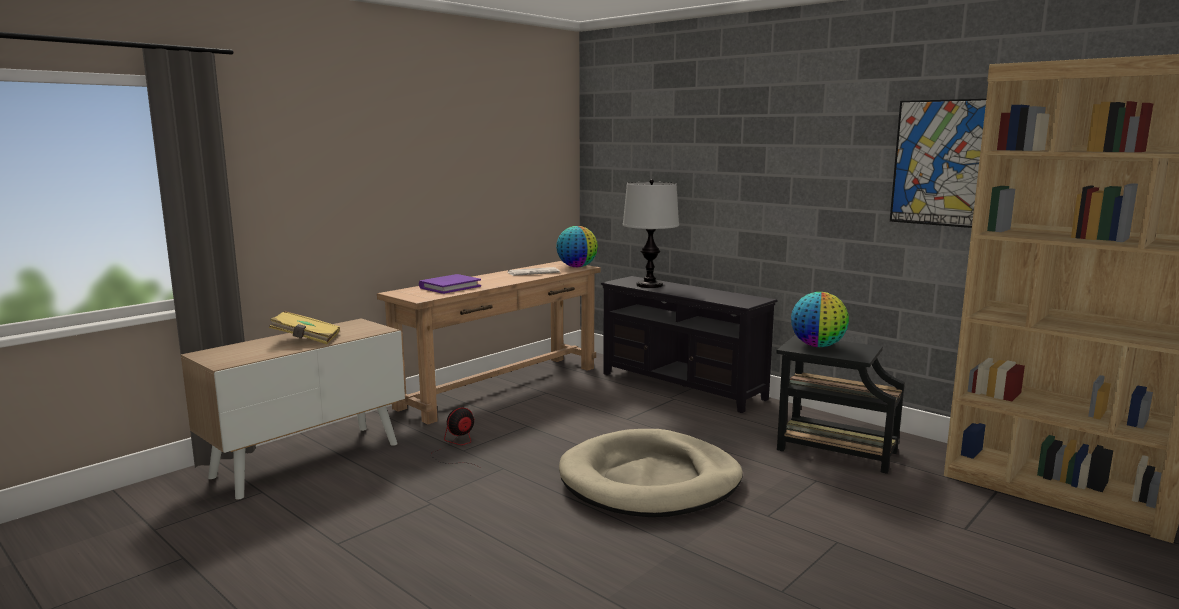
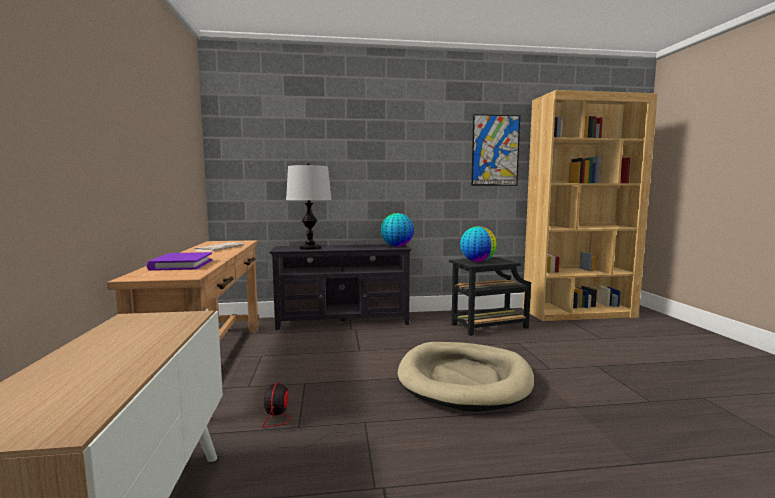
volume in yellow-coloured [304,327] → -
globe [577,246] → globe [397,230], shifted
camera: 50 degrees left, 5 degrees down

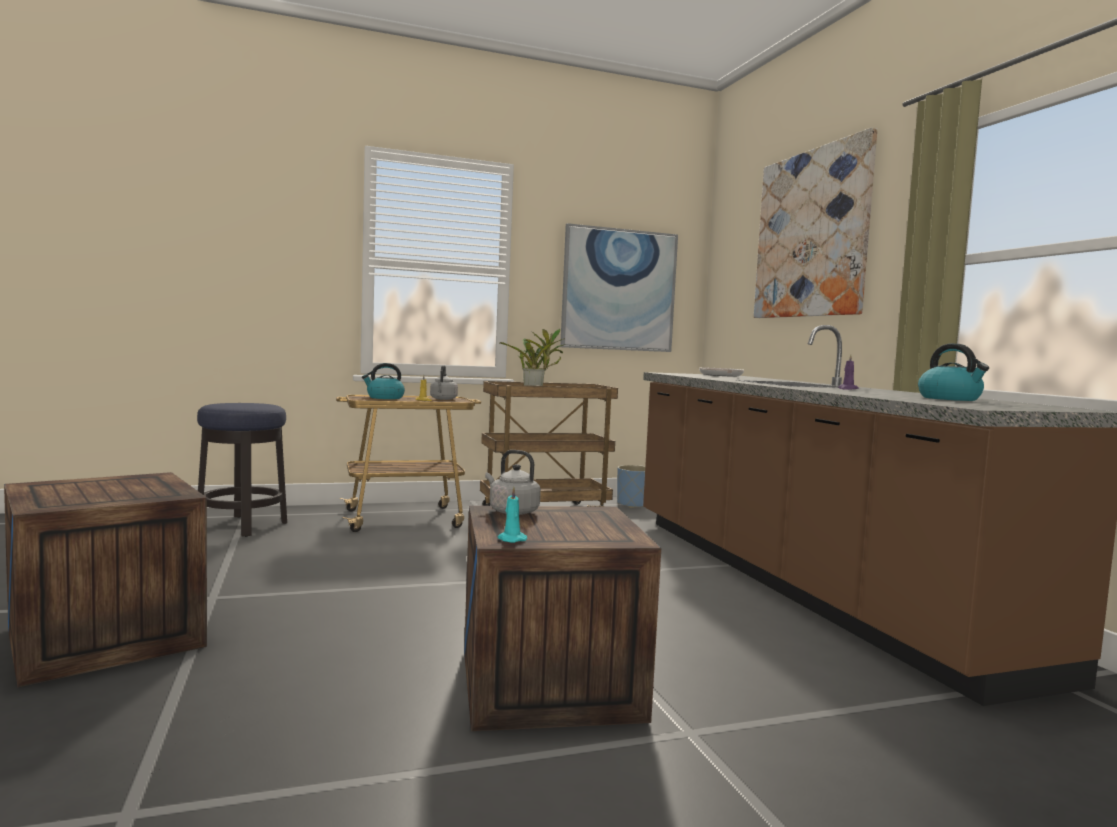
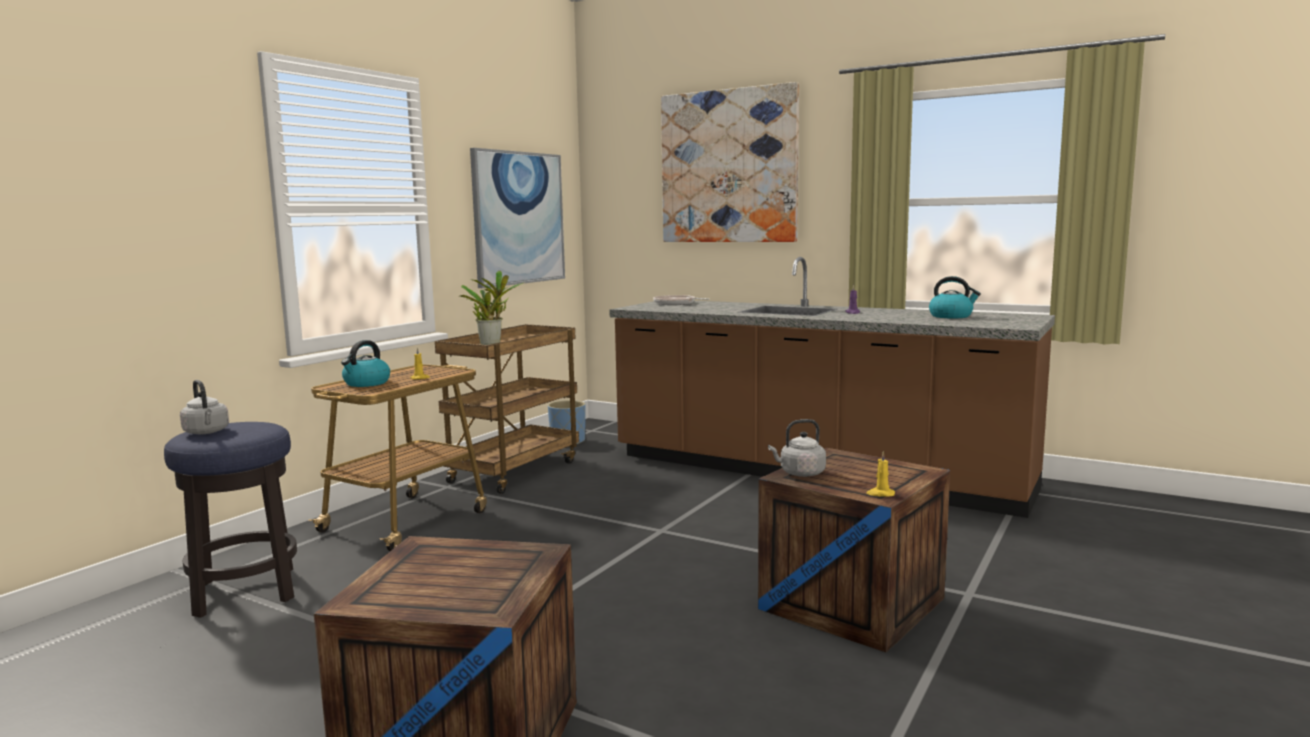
kettle in greyish [444,382] → kettle in greyish [204,407], shifted
wax light in turquoise-coloured [512,515] → wax light in yellow-coloured [881,474]
camera: 40 degrees left, 5 degrees up

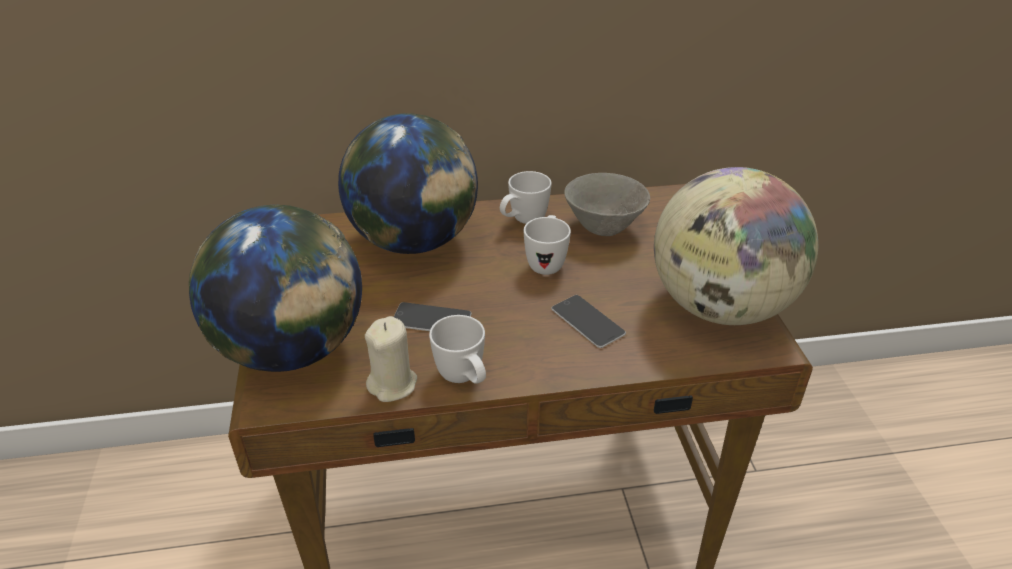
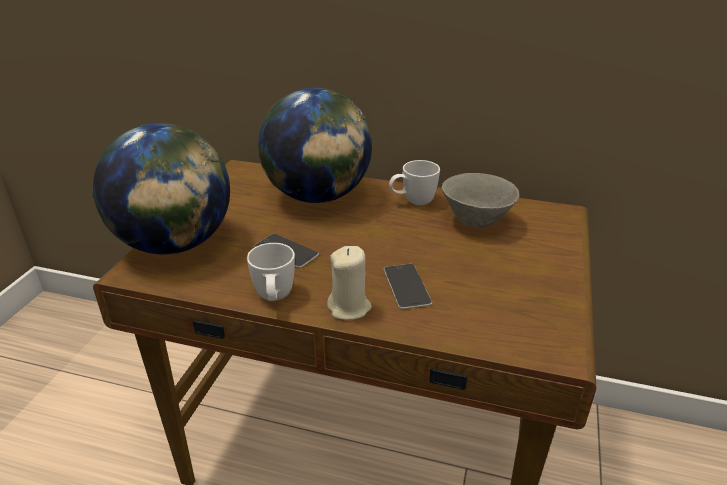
wax light in beige-coloured [391,359] → wax light in beige-coloured [349,283], shifted
tea mug in whitish [547,245] → -
globe [736,246] → -
camera: 25 degrees right, 5 degrees down

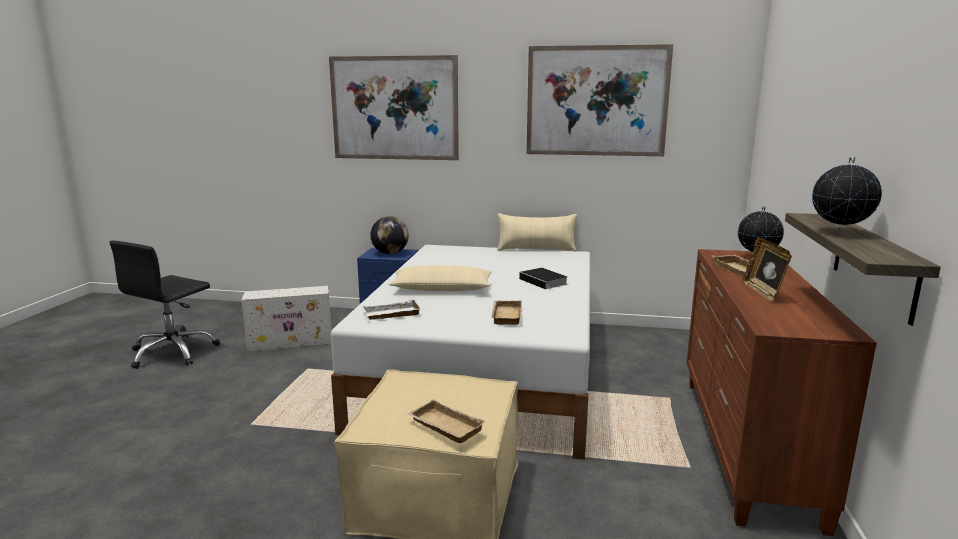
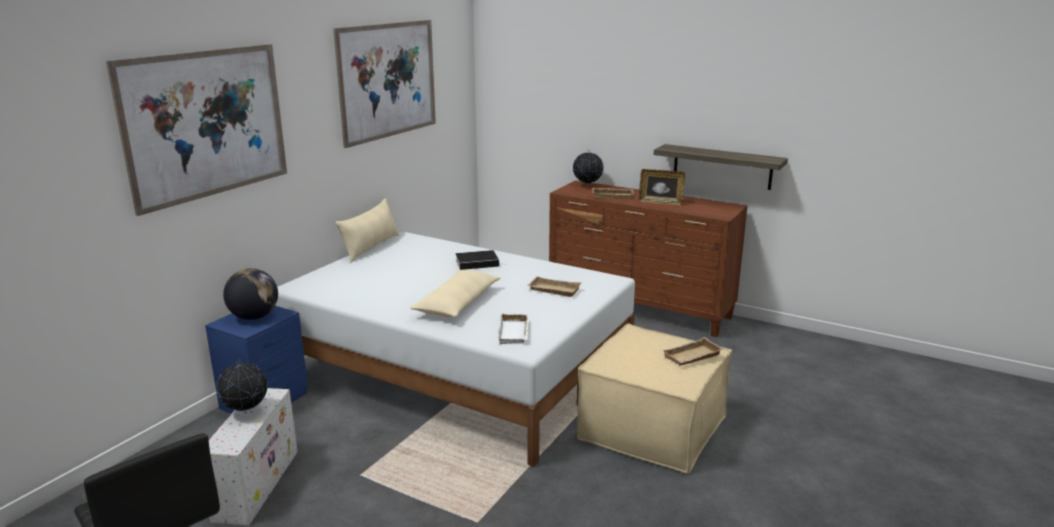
globe [847,195] → globe [242,386], shifted
camera: 70 degrees left, 5 degrees up

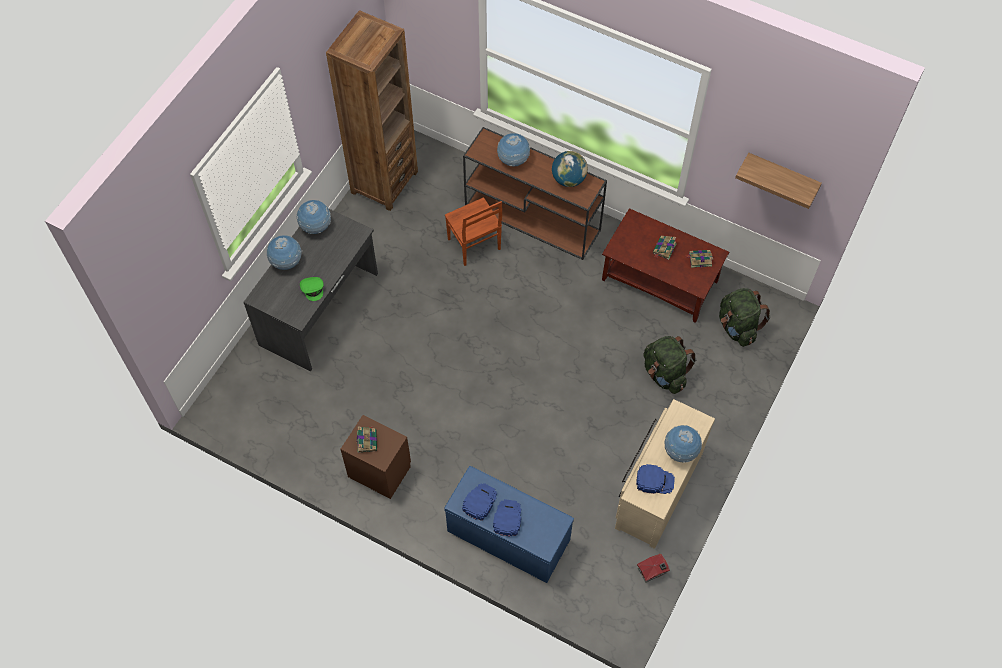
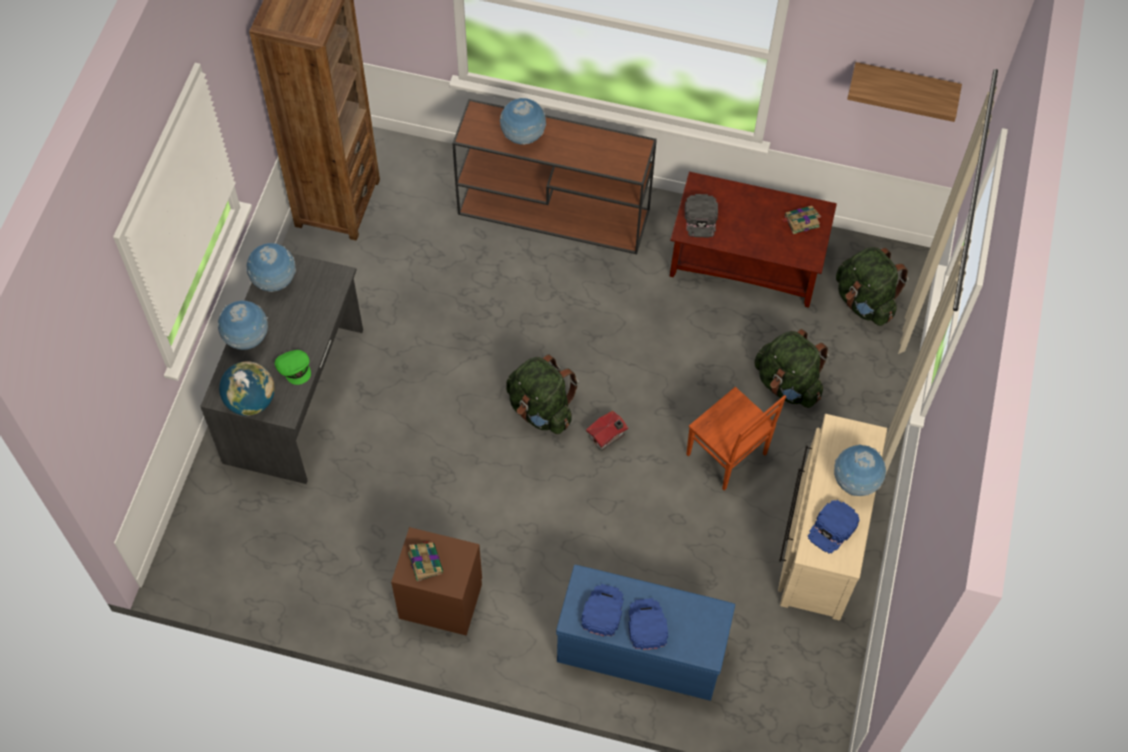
plain chair in brownish [473,231] → plain chair in brownish [736,439], shifted
globe [570,169] → globe [247,388], shifted
cap in blue-coloured [655,479] → cap in blue-coloured [834,527], 135 degrees clockwise
toy house [653,568] → toy house [607,431], shifted
volume [665,248] → -
- → rucksack in greenish [542,394]
- → cap in black-coloured [701,216]
camera: 15 degrees left, 0 degrees up

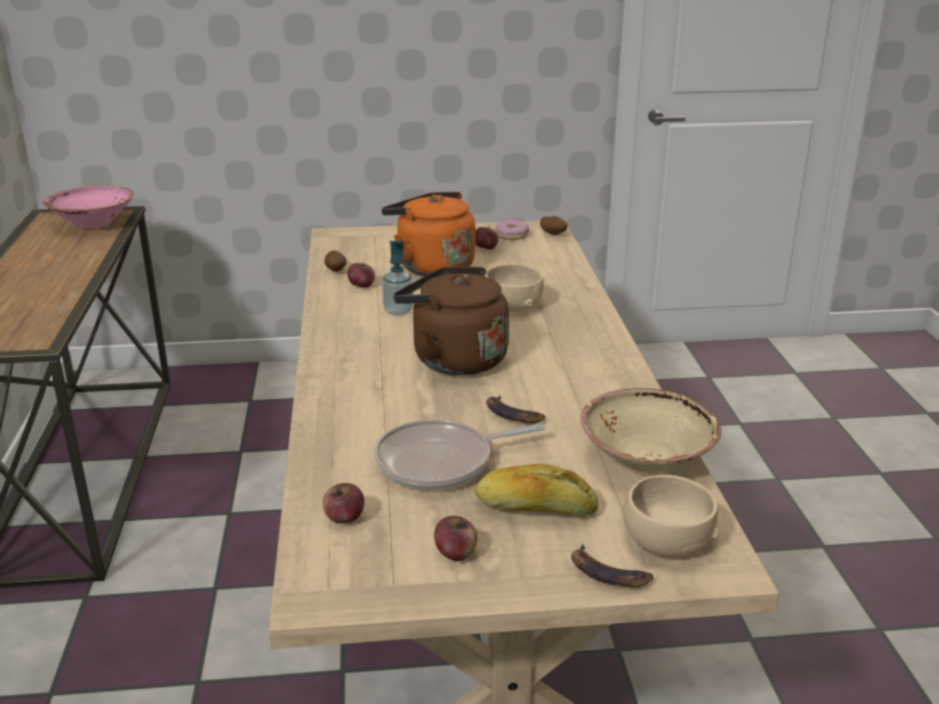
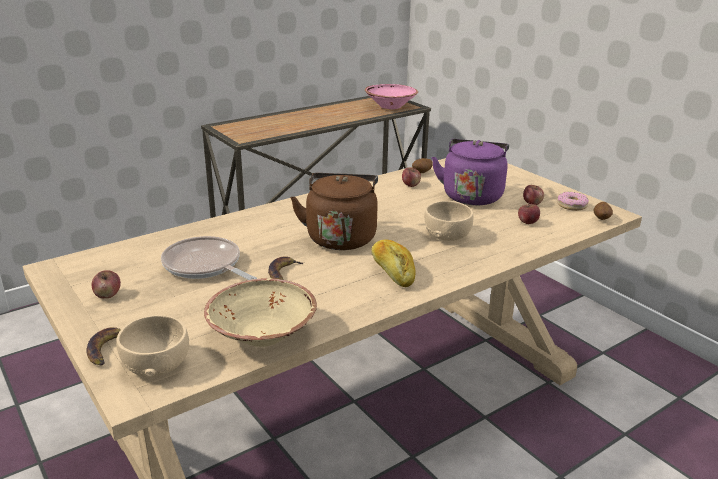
whole apple [343,503] → whole apple [529,213], shifted
kettle in orangey [428,234] → kettle in purple-coloured [470,172]
liquid soap bottle [397,278] → -
baked bread [536,490] → baked bread [393,263], shifted
camera: 60 degrees right, 0 degrees up

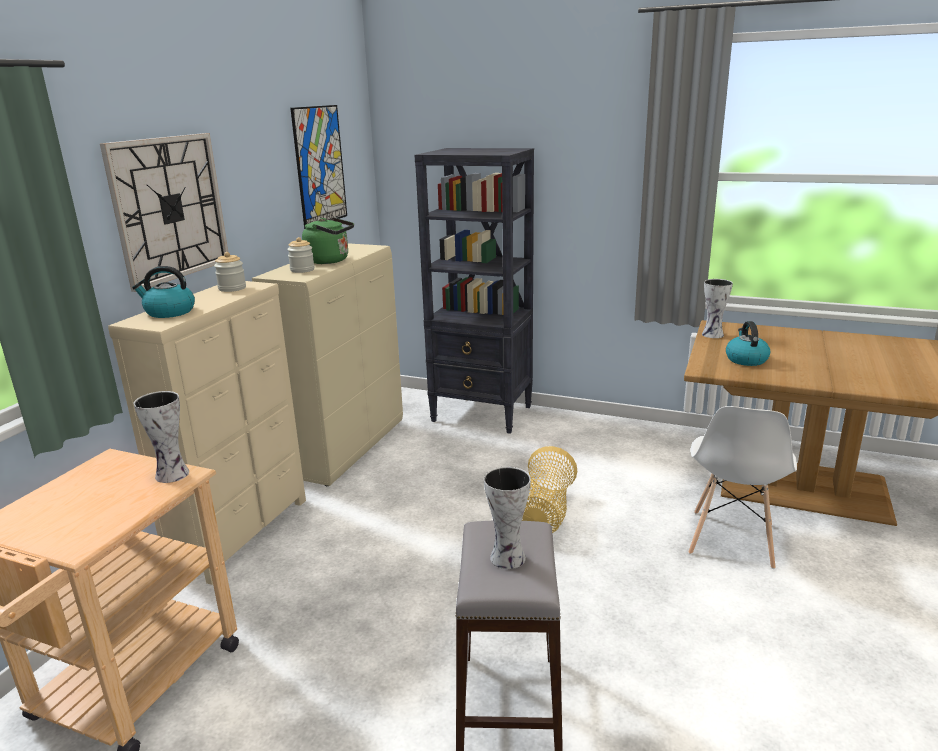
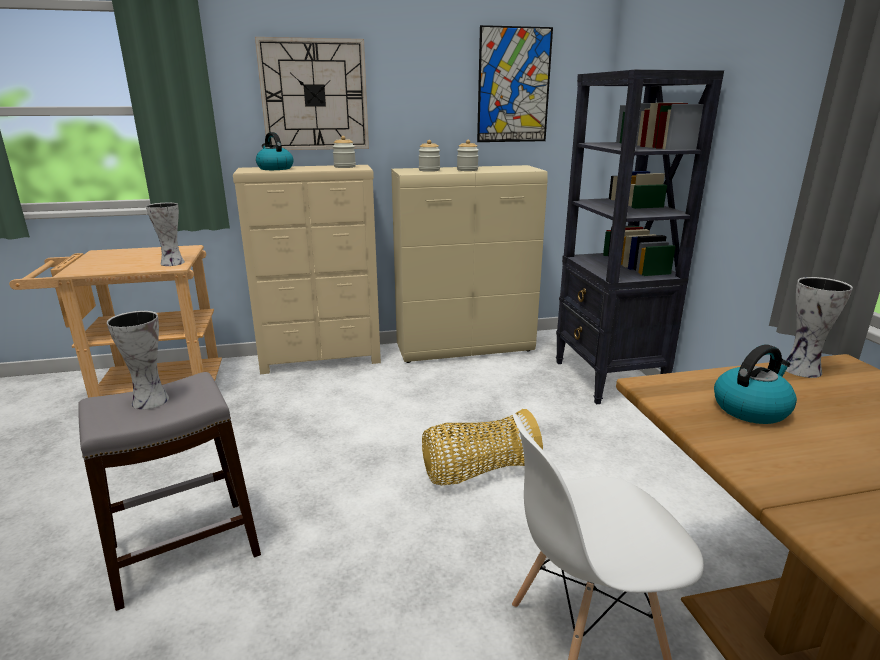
kettle in greenish [328,240] → preserve jar [468,155]
camera: 55 degrees right, 0 degrees up

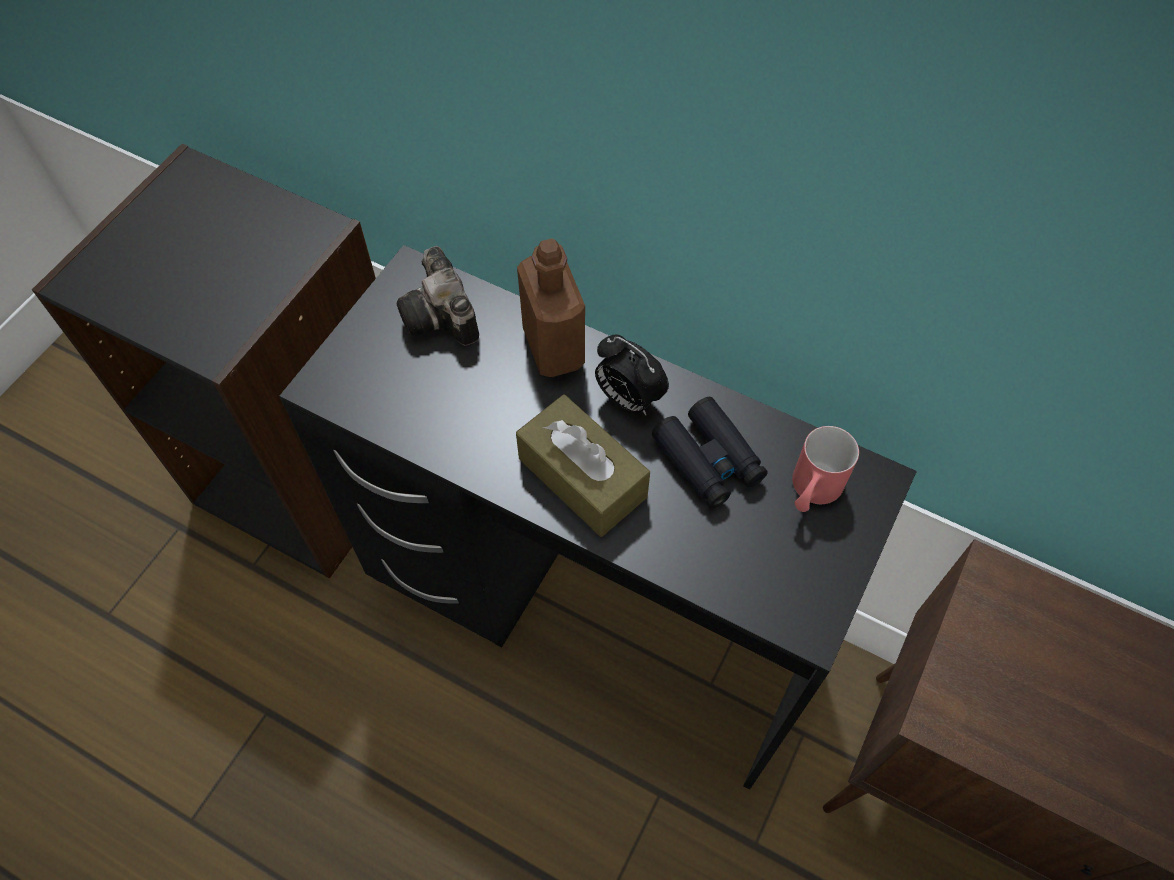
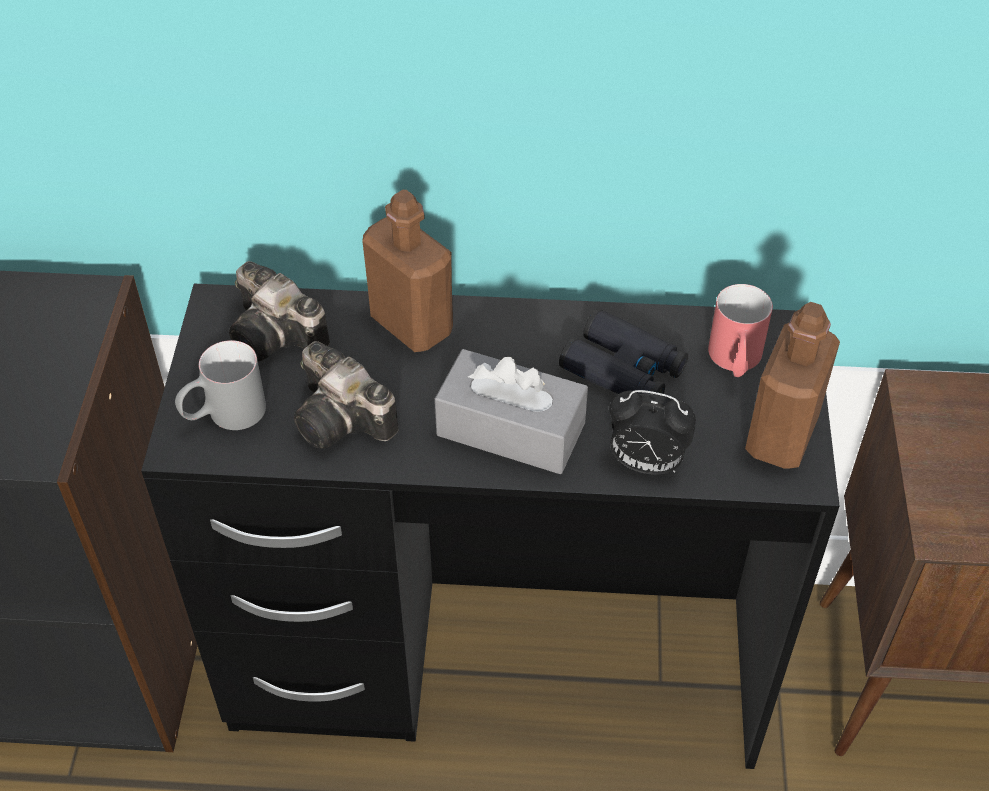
tissue box in brownish [583,466] → tissue box in greyish [511,411]
alarm clock [632,374] → alarm clock [652,432], shifted
- → tea mug in greyish [220,385]
- → still camera [346,395]
- → bottle in brownish [792,385]
camera: 25 degrees left, 10 degrees down

